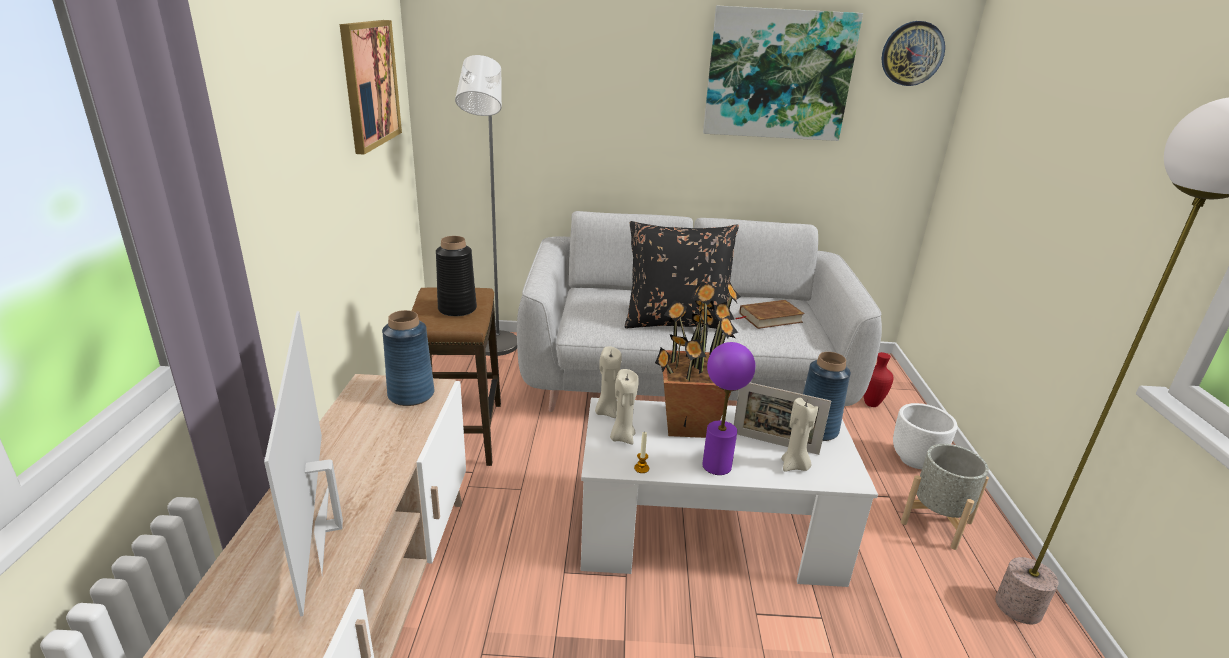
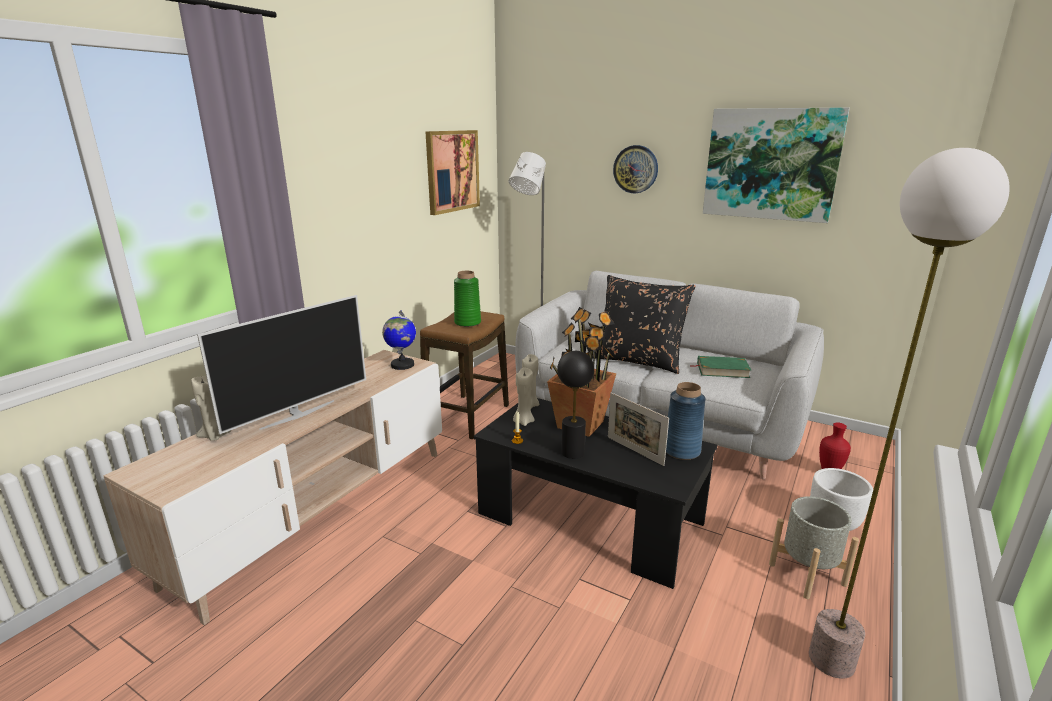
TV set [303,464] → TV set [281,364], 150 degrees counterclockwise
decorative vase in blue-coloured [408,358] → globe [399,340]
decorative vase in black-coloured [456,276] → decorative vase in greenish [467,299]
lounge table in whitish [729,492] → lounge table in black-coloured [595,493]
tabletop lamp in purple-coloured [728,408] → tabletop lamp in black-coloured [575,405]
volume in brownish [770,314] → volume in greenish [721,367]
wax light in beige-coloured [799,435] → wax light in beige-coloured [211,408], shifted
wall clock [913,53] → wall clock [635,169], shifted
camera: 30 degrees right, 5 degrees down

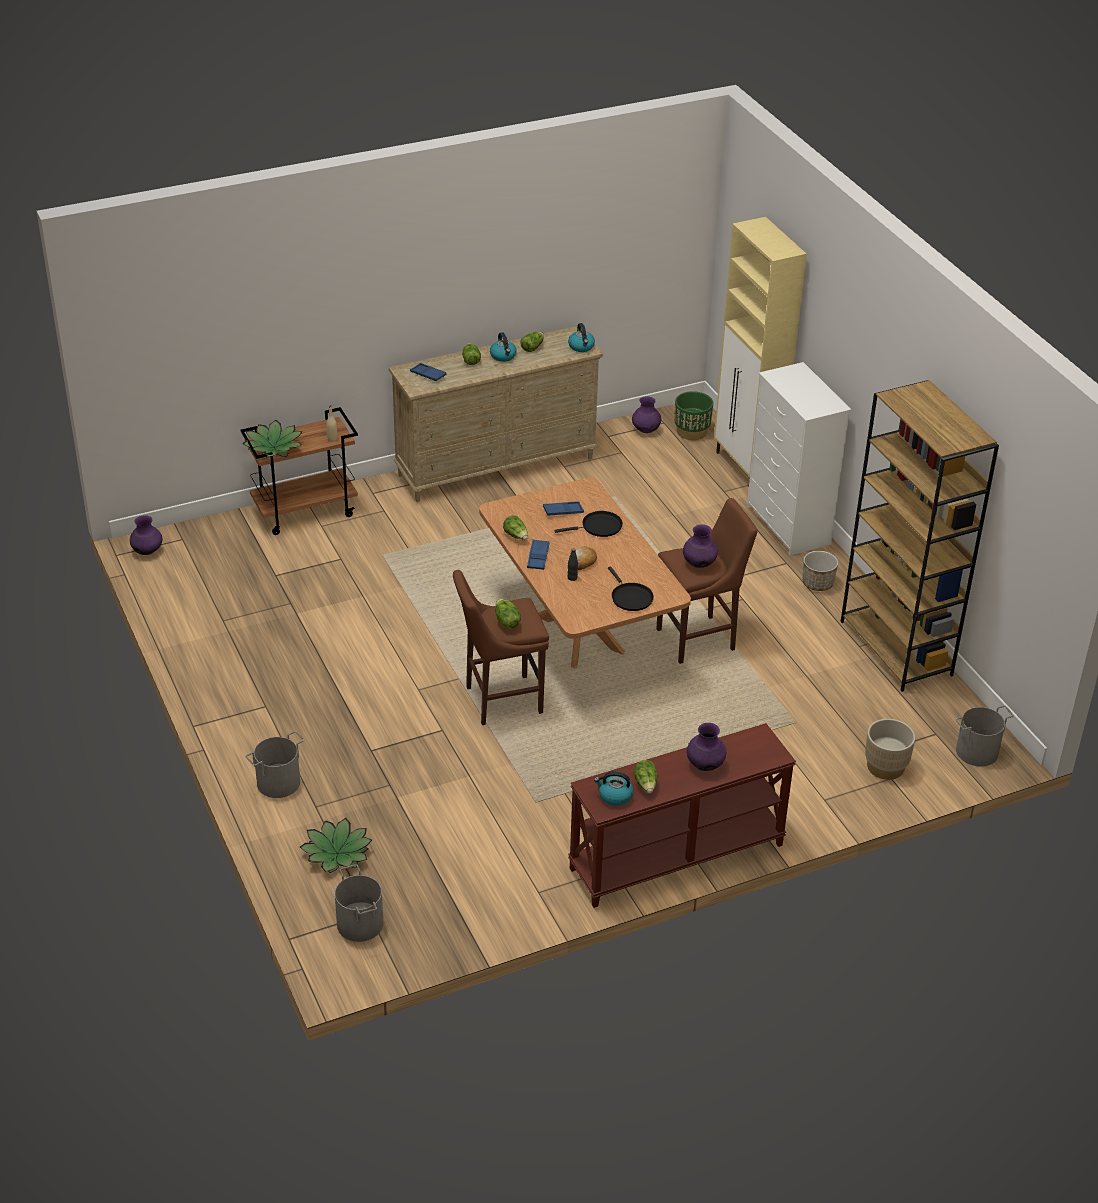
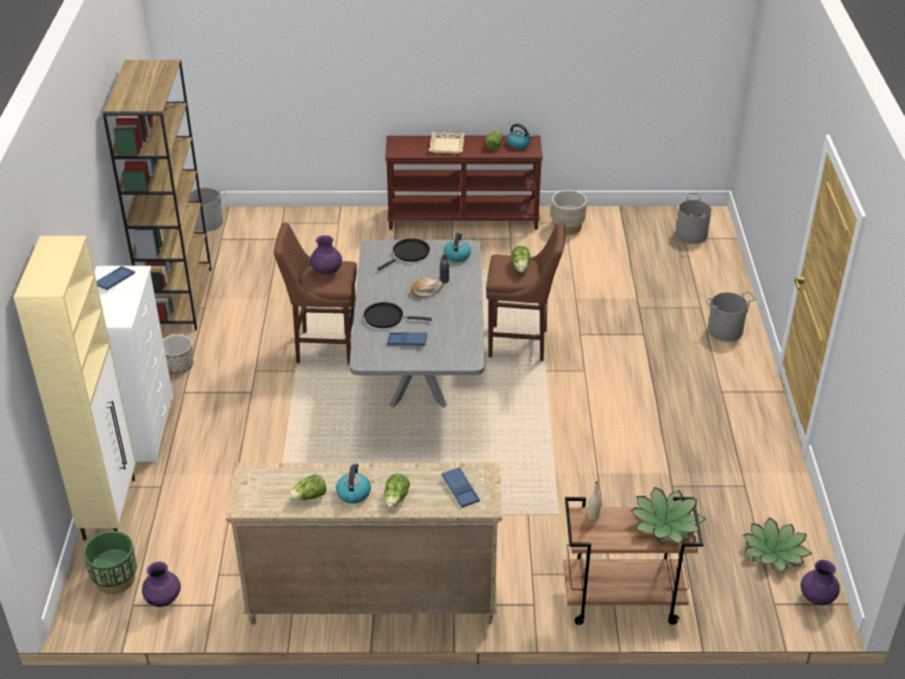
houseplant [336,845] → houseplant [777,544], shifted
dining table in brownish [585,573] → dining table in greyish [417,324]
lettuce head [515,527] → -
carrying tray in blue-coloured [538,554] → carrying tray in blue-coloured [115,278], shifted
kettle [581,337] → kettle [457,247], shifted
skillet in black-coloured [631,588] → skillet in black-coloured [403,254], 45 degrees clockwise
decorative vase in purple-coloured [706,747] → carrying tray in beige-coloured [447,143]
plant pot in beige-coloured [890,749] → plant pot in beige-coloured [569,212], shifted
camera: 155 degrees left, 0 degrees up

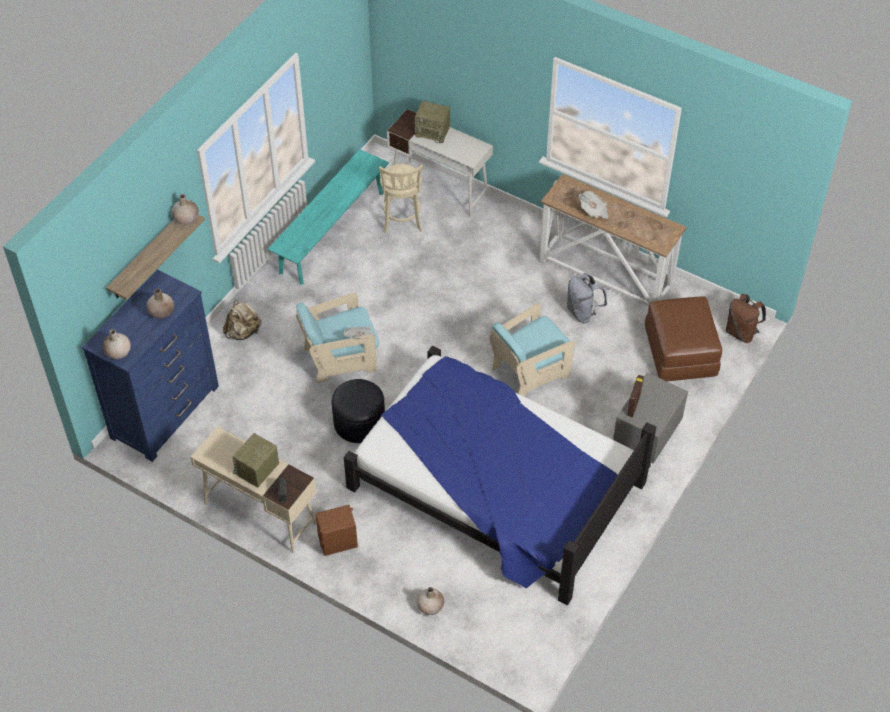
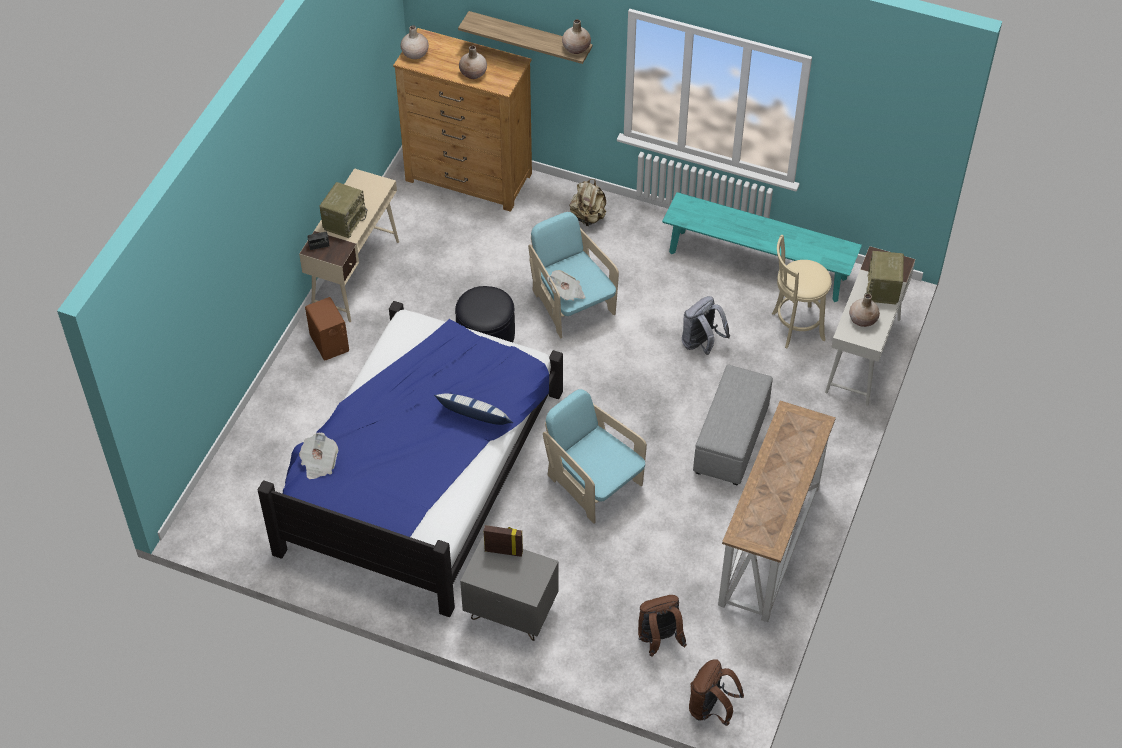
drawer chest in blue-coloured [150,366] → drawer chest in brownish [462,120]
radio [255,460] → radio [343,210], 90 degrees clockwise
decorative vase in beige-coloured [430,601] → decorative vase in beige-coloured [864,310], shifted
rucksack in greyish [587,298] → rucksack in greyish [706,325], shifted
printed paper [593,205] → printed paper [319,456], shifted
pouffe in brownish [683,339] → rucksack in brownish [662,626]
- → pillow [473,409]
- → pouffe in greyish [733,425]
camera: 80 degrees right, 0 degrees up

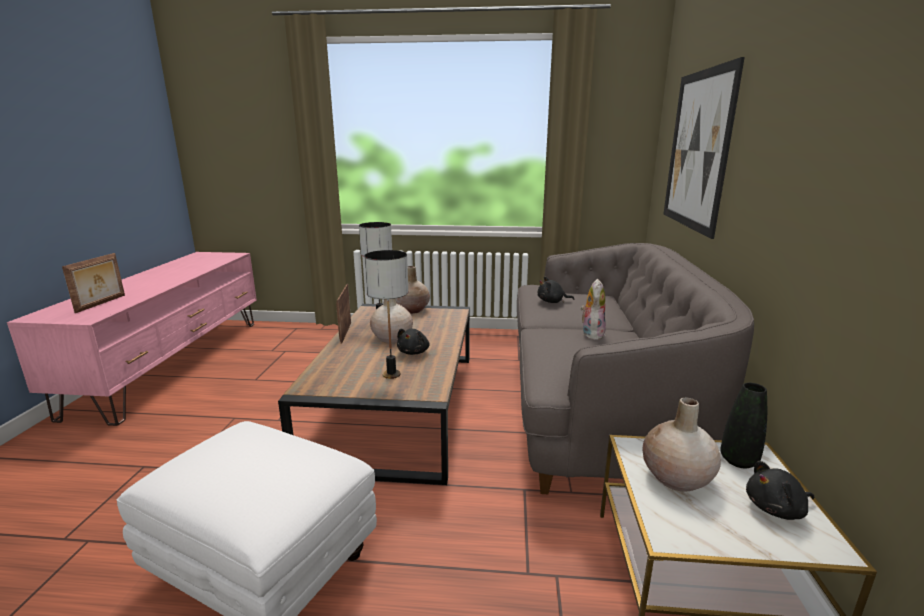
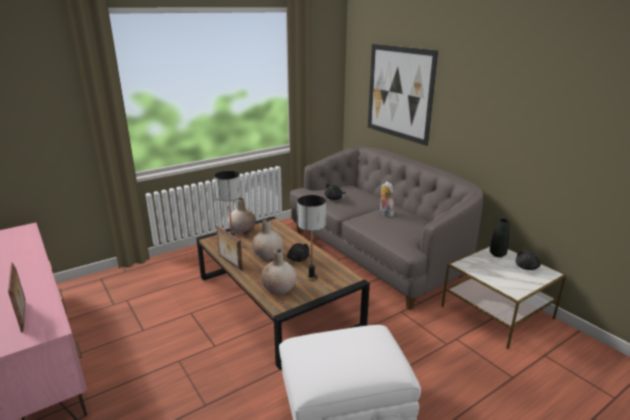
decorative vase in beige-coloured [682,444] → decorative vase in beige-coloured [279,272], shifted
camera: 40 degrees left, 5 degrees up

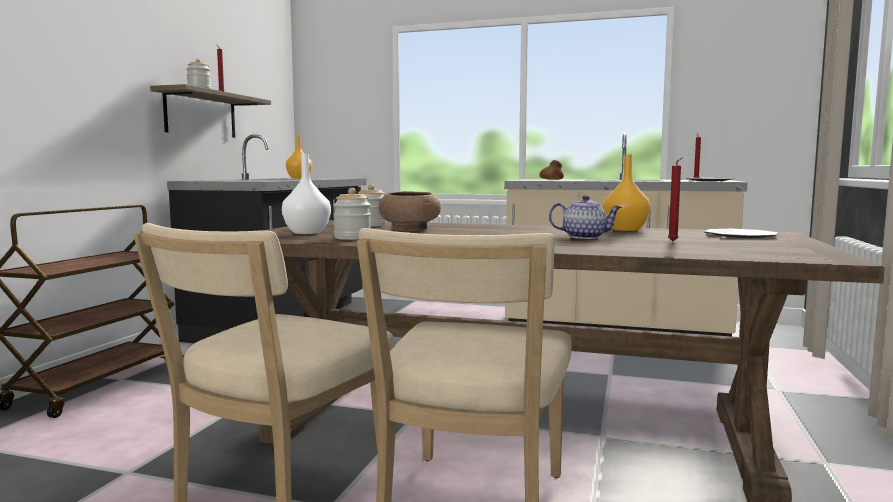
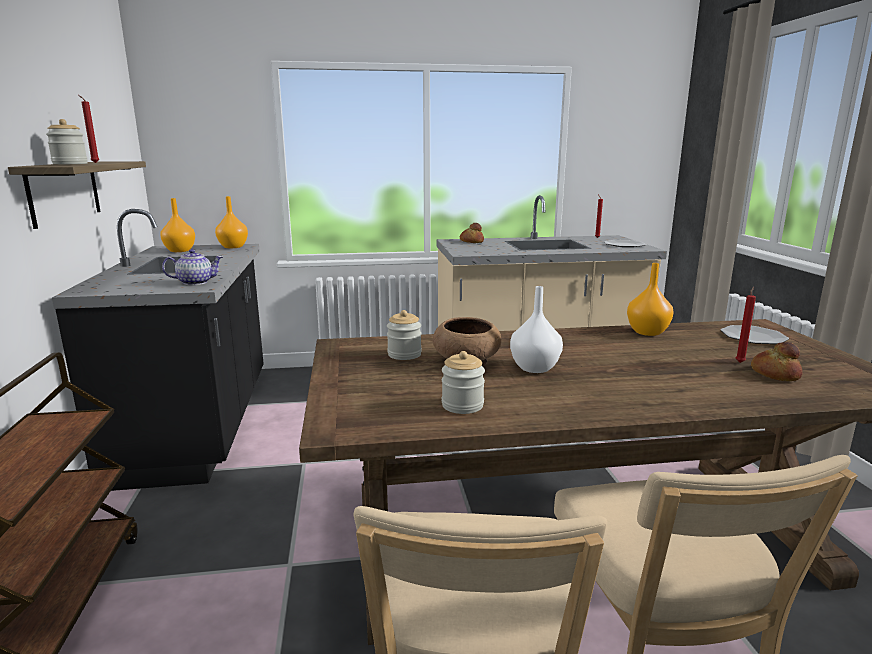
decorative vase in whitish [306,194] → decorative vase in whitish [536,329], shifted
pot for tea [585,217] → pot for tea [192,267], shifted
- → decorative vase in orangey [231,222]
- → baked bread [776,361]
camera: 25 degrees left, 10 degrees up

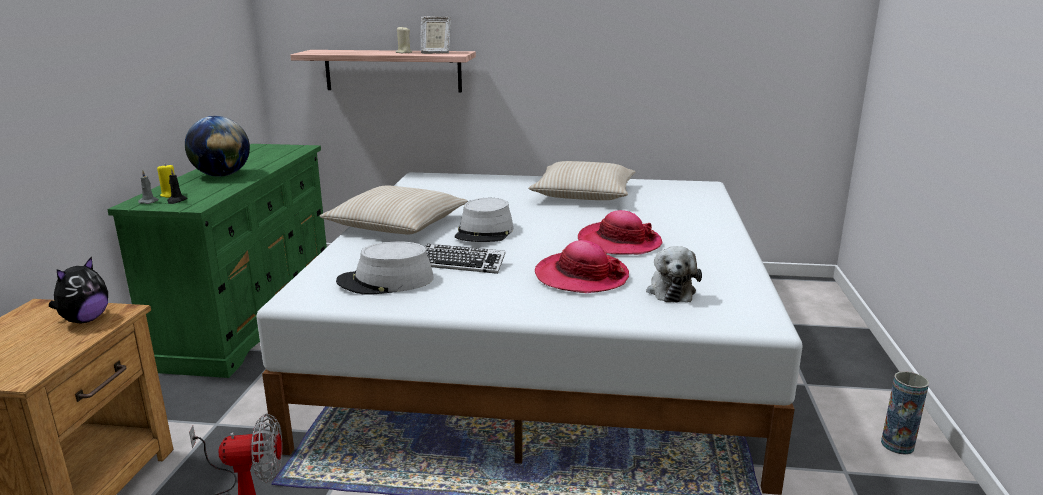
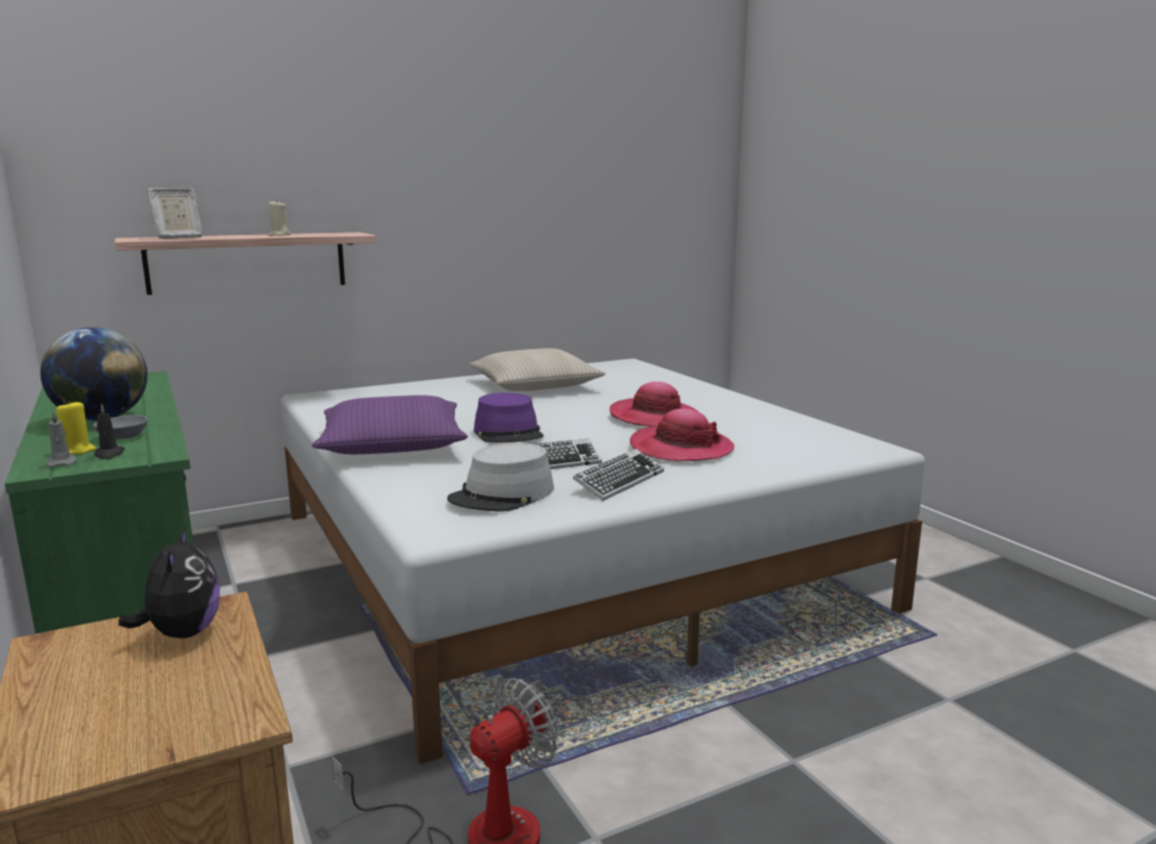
pillow in beige-coloured [394,210] → pillow in purple-coloured [390,424]
standing frame [436,35] → standing frame [175,213], shifted
hat in greyish [484,220] → hat in purple-coloured [509,417]
plush toy [674,274] → -
decorative vase [905,413] → -
- → deep dish in greyish [120,427]
- → keyboard [618,475]
camera: 35 degrees left, 5 degrees down

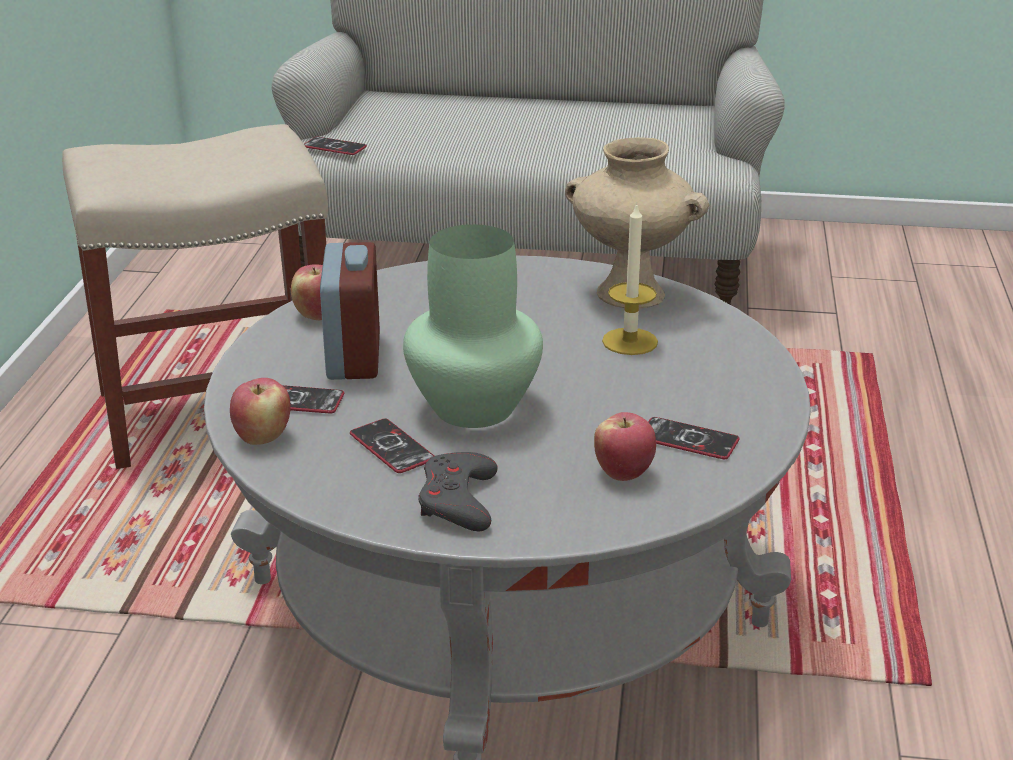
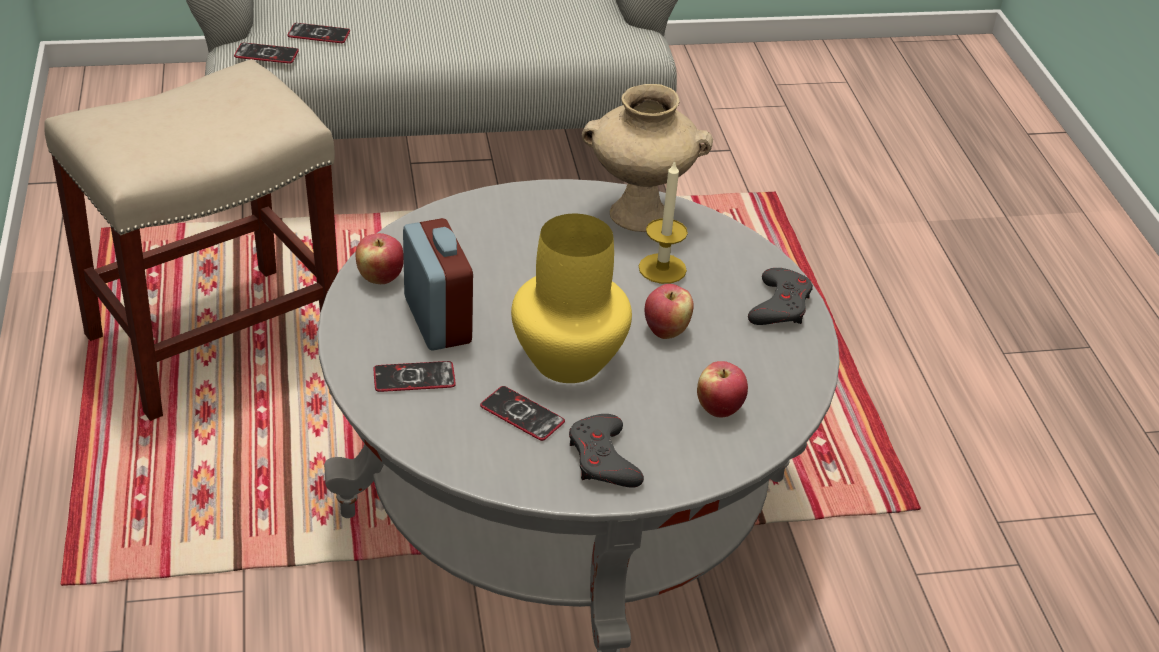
whole apple [260,411] → whole apple [669,311], shifted
decorative vase in greenish [473,326] → decorative vase in yellow-coloured [571,298]
telephone [694,438] → telephone [318,33], shifted
- → gamepad in greyish [780,296]
camera: 20 degrees left, 10 degrees up

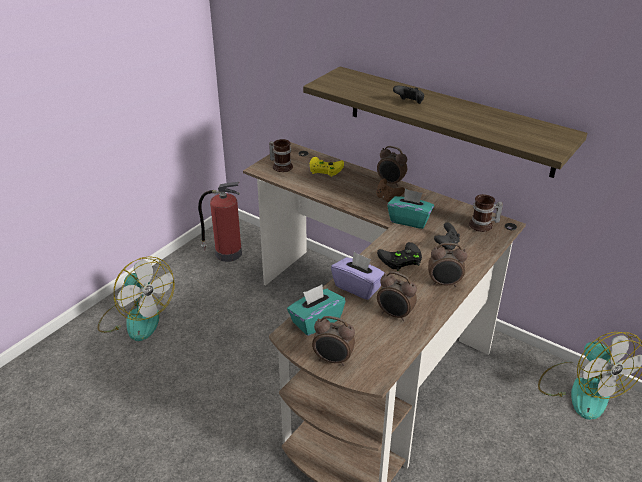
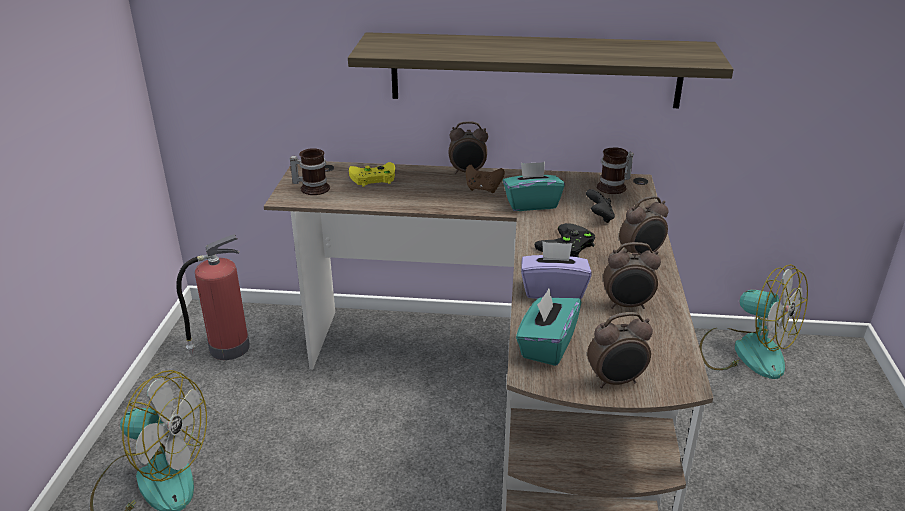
gamepad in black-coloured [408,94] → -
camera: 30 degrees left, 5 degrees down

